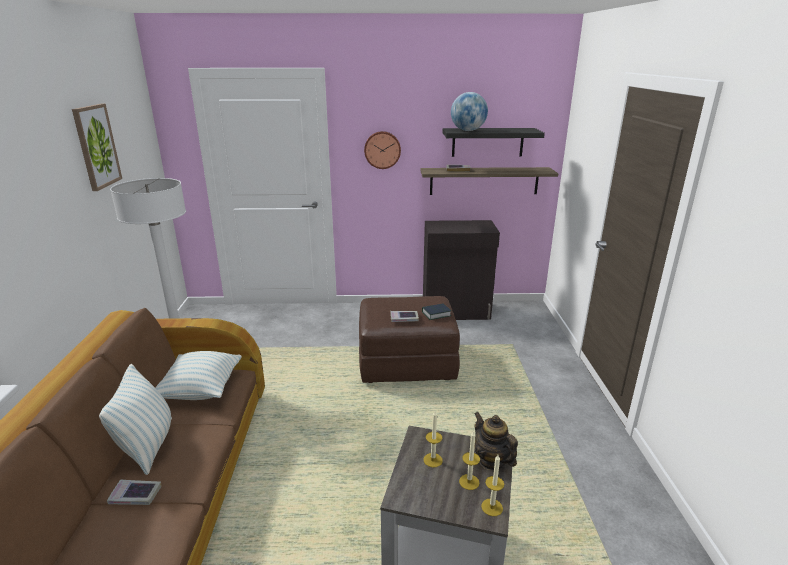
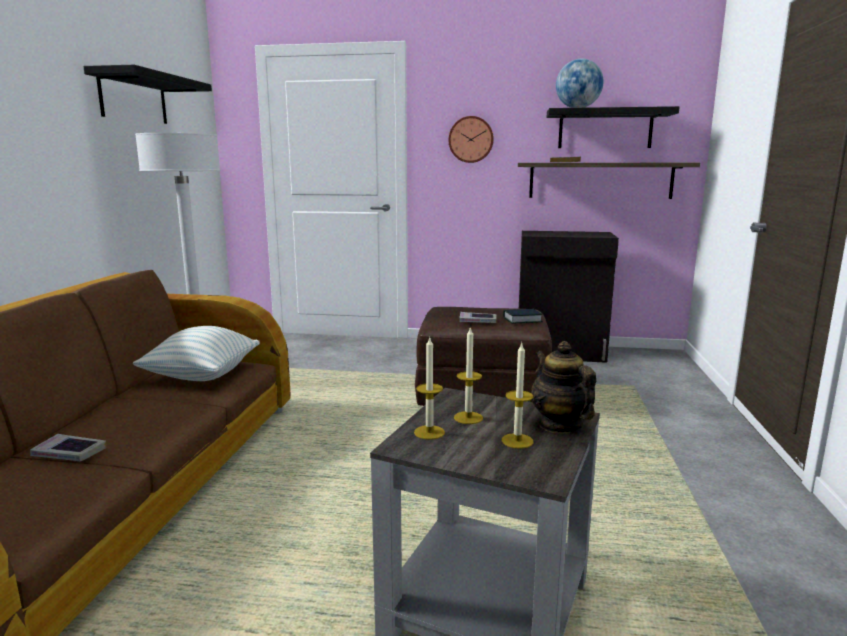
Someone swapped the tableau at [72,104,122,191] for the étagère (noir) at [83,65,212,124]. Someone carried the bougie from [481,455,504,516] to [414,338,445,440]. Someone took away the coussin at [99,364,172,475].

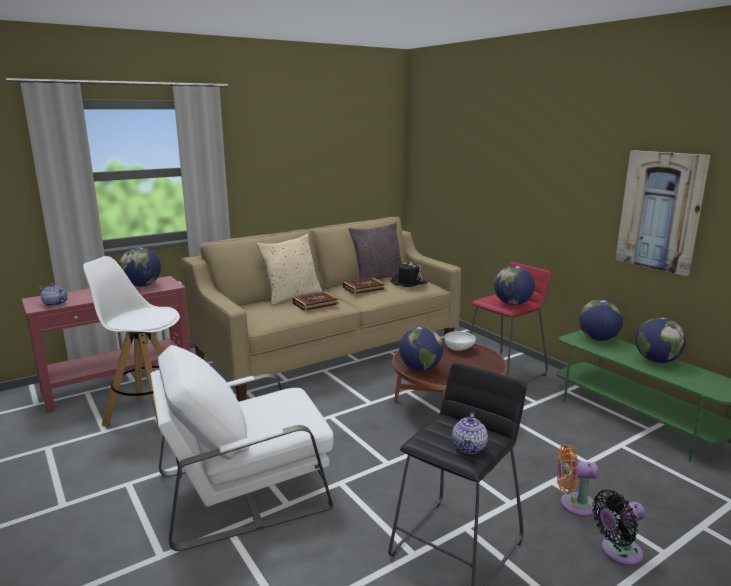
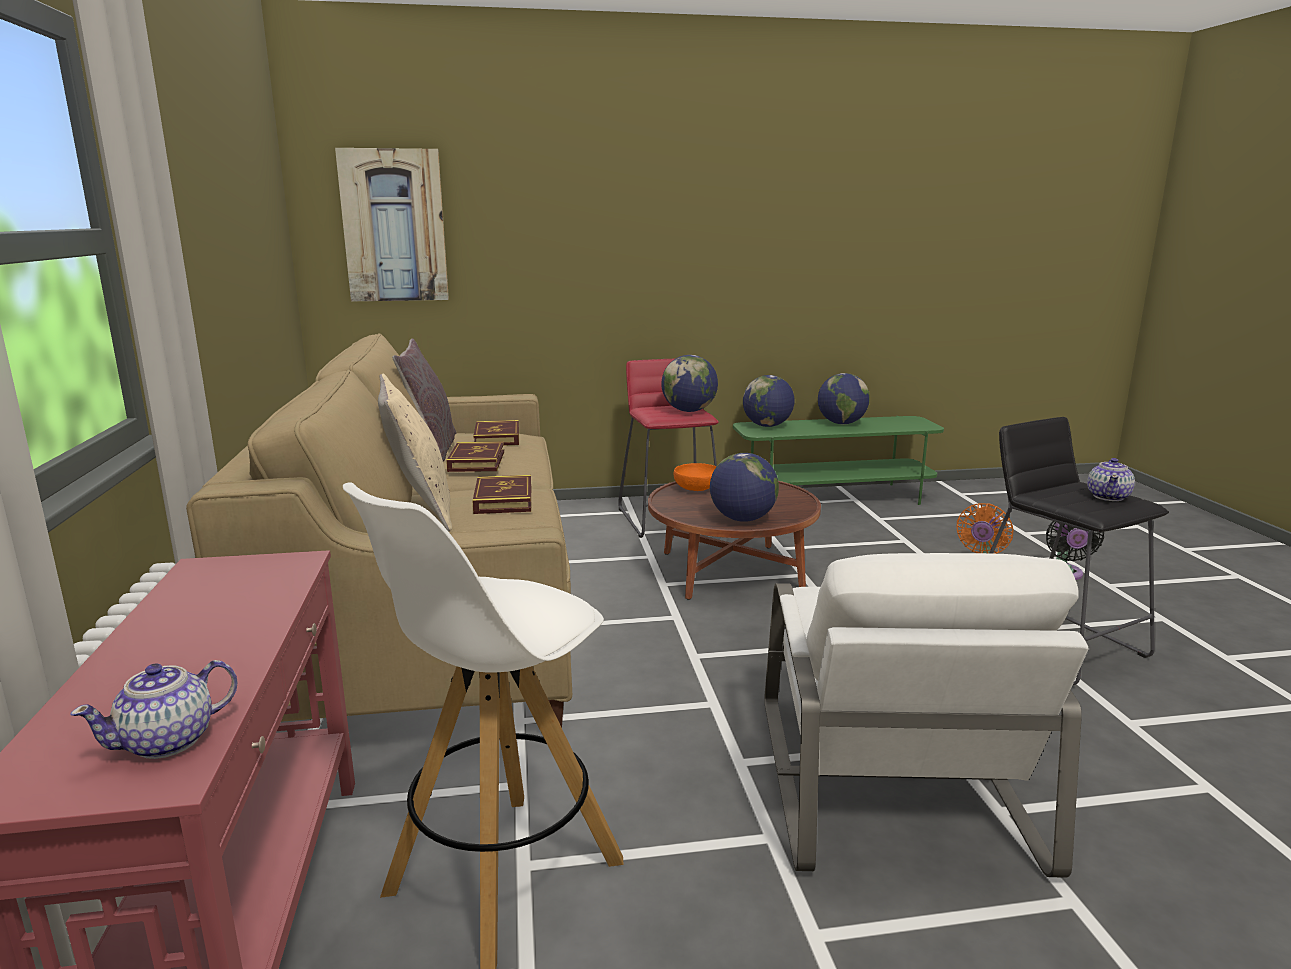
Someone carried the tableau from [615,150,710,276] to [335,148,449,301]. Someone swapped the chapeau (noir) at [390,261,428,287] for the livre at [473,420,519,446]. Someone repainted the bol (blanc) at [444,331,476,351], which became the bol (orange) at [673,463,717,491]. Someone rotated the théière at [452,413,488,454] by 75 degrees clockwise. Someone took away the globe at [119,247,161,287].

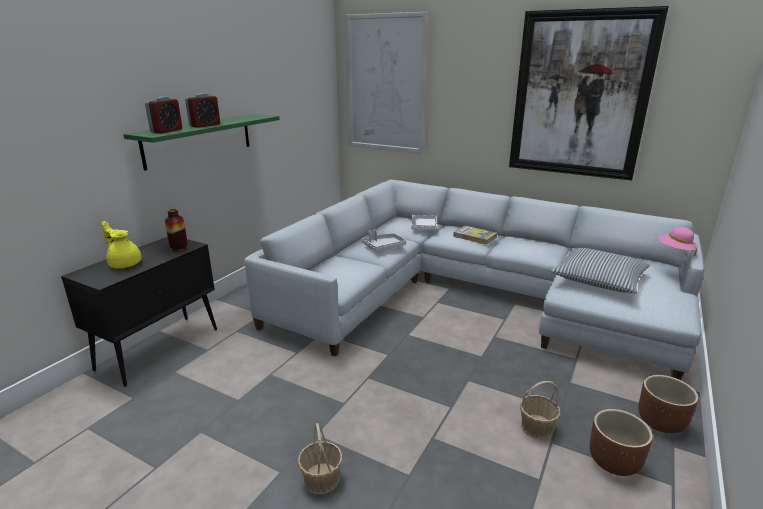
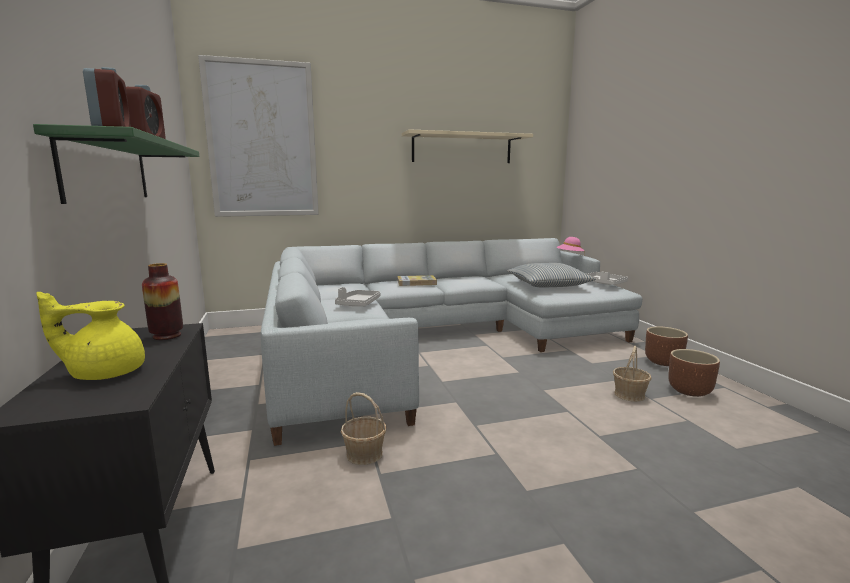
Someone carried the panier from [298,423,343,494] to [341,392,387,465]. Someone swapped the tableau at [509,6,669,181] for the étagère (beige) at [402,129,533,163]. Someone carried the plateau (blanc) from [411,215,437,230] to [587,271,628,285].

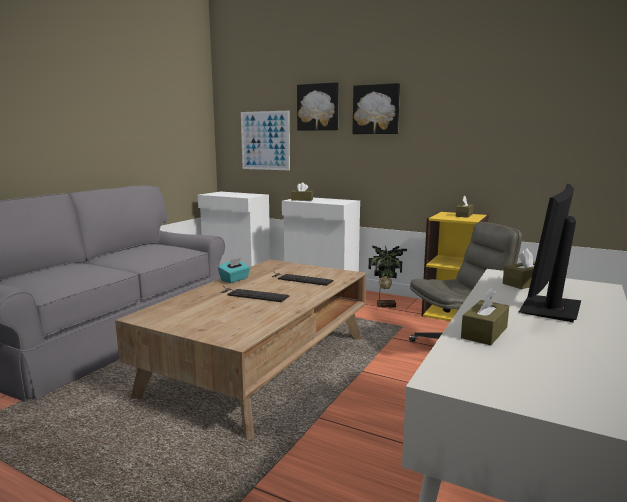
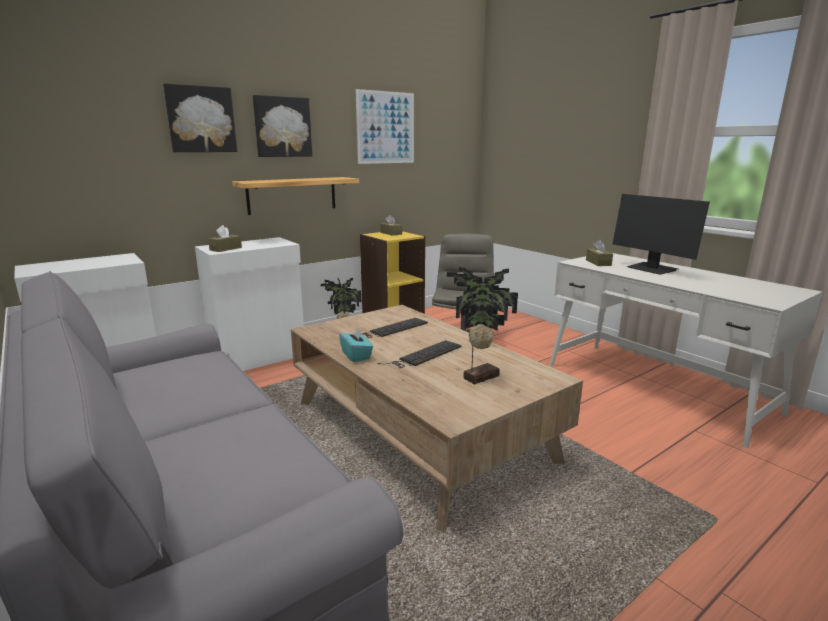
Someone put up the étagère at [232,177,359,215]. Someone carried the tableau from [241,111,290,171] to [355,89,414,164]. Someone put down the plante en pot at [447,267,518,384]. Someone took away the boîte à mouchoirs (marron) at [461,288,509,345].

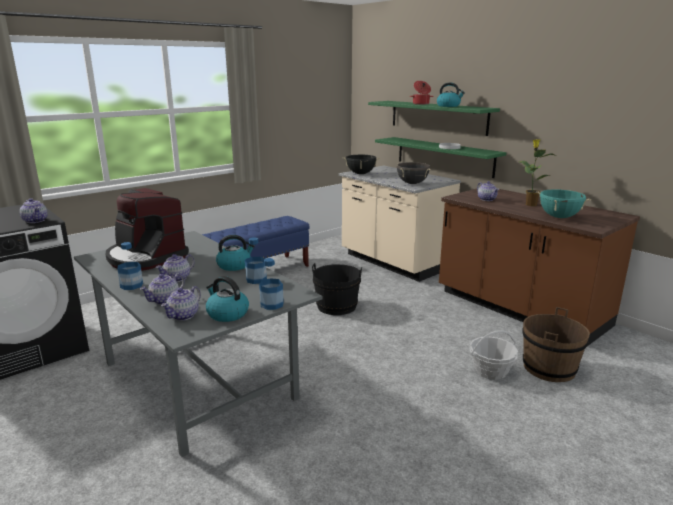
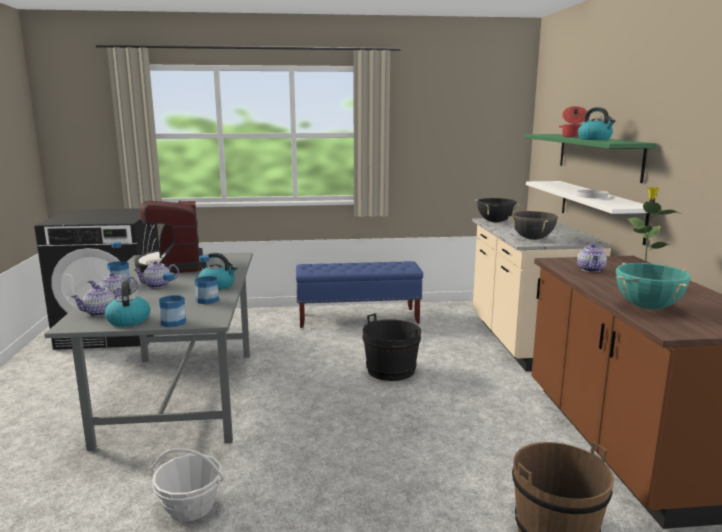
Someone carried the panier from [469,330,518,380] to [151,448,224,521]. Someone repainted the étagère (vert) at [375,137,506,178], which became the étagère (blanc) at [526,181,650,245]. Someone took away the théière at [20,198,48,223].

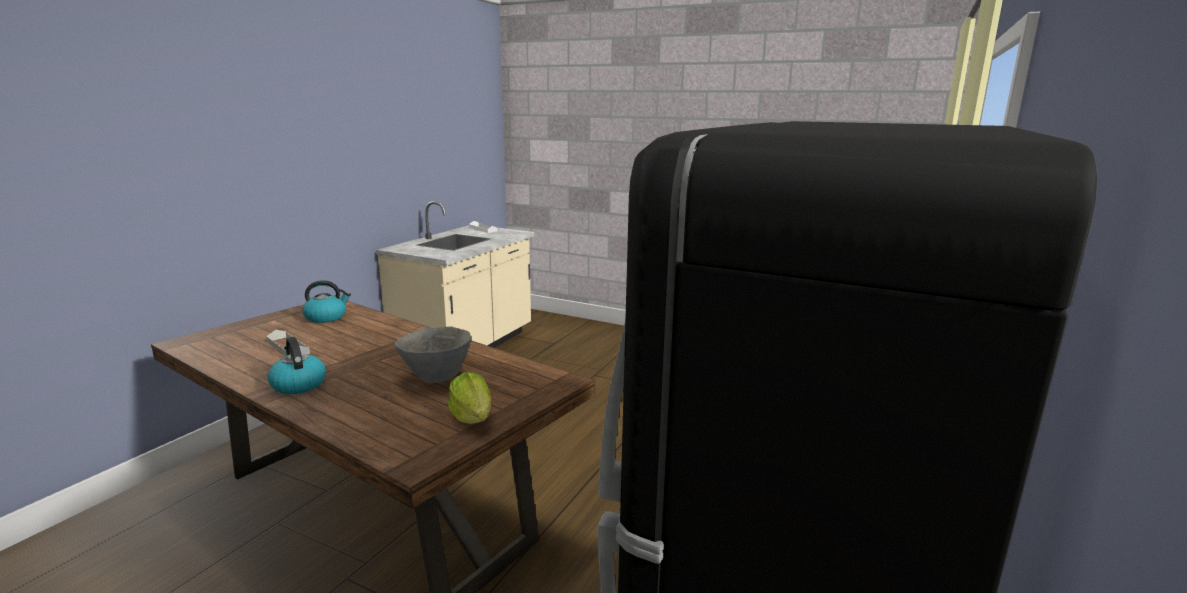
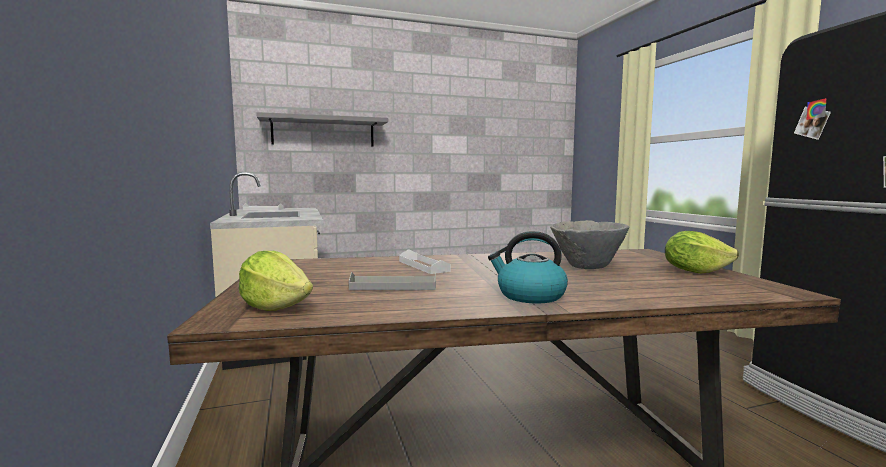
Someone put down the laitue at [239,251,313,311]. Someone put up the étagère (gris) at [256,112,388,147]. Someone put down the plateau (blanc) at [399,249,451,274]. Someone took away the bouilloire at [302,280,351,323].

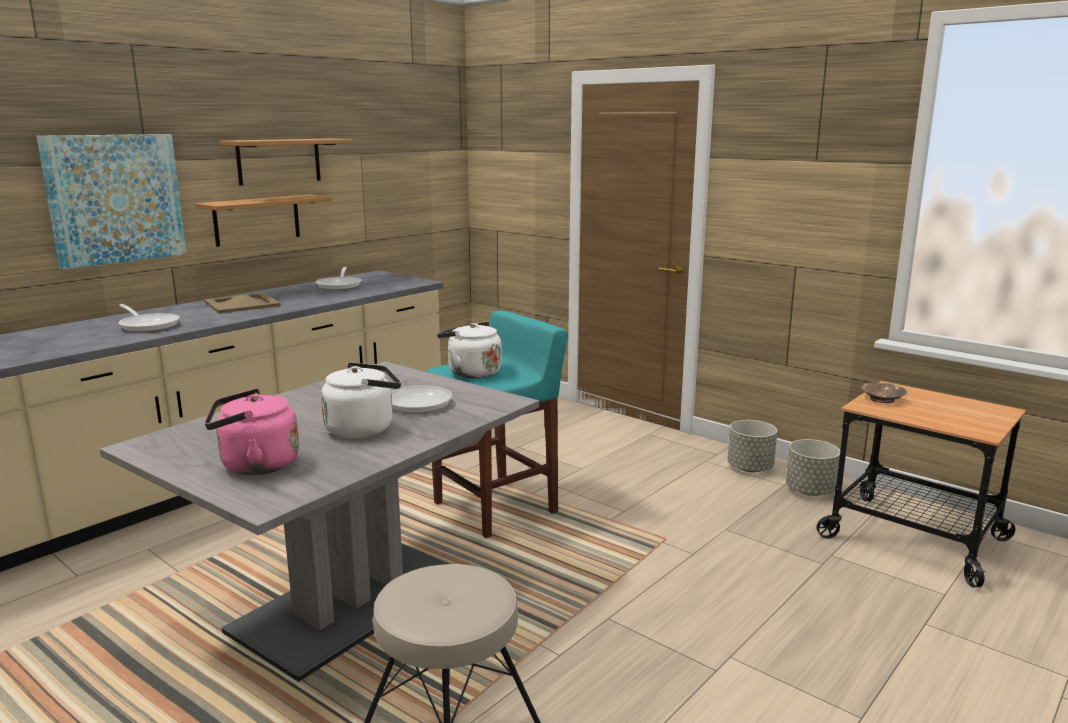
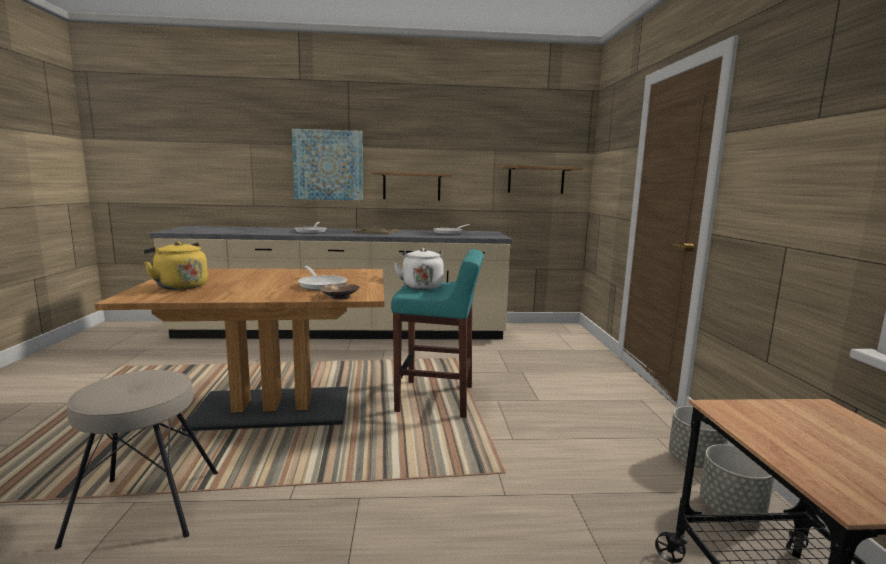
Someone repainted the table à manger (gris) at [100,361,539,682], which became the table à manger (marron) at [95,269,384,431]. Someone repainted the bouilloire (rose) at [204,389,299,475], which became the bouilloire (jaune) at [144,241,208,290]. Someone carried the bol (marron) from [860,383,907,403] to [320,283,360,299]. Someone carried the étagère from [219,139,353,186] to [499,165,582,194]. Someone took away the bouilloire (blanc) at [321,362,401,439].

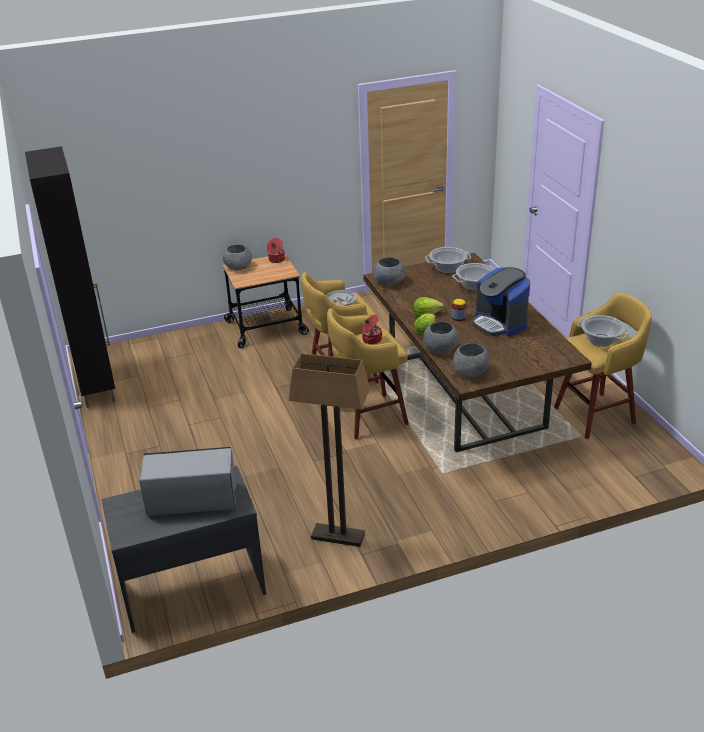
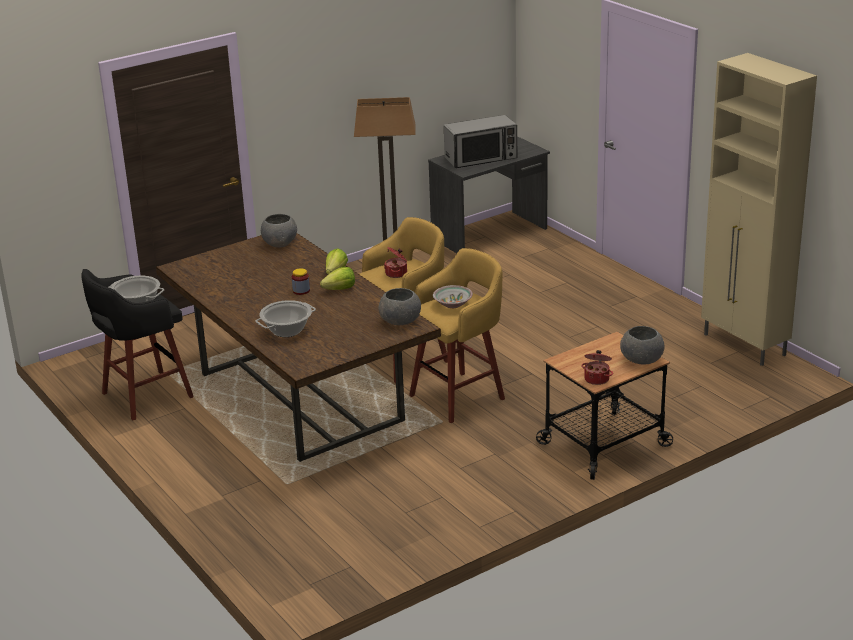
Someone repainted the tabouret (jaune) at [554,292,652,439], which became the tabouret (noir) at [82,269,193,420]. Someone repainted the meuble de rangement (noir) at [25,146,115,408], which became the meuble de rangement (beige) at [701,53,817,366]. Someone took away the bol (gris) at [423,322,459,354]. Someone took away the marmite at [425,247,471,273]. Someone took away the machine à café at [472,267,530,337].

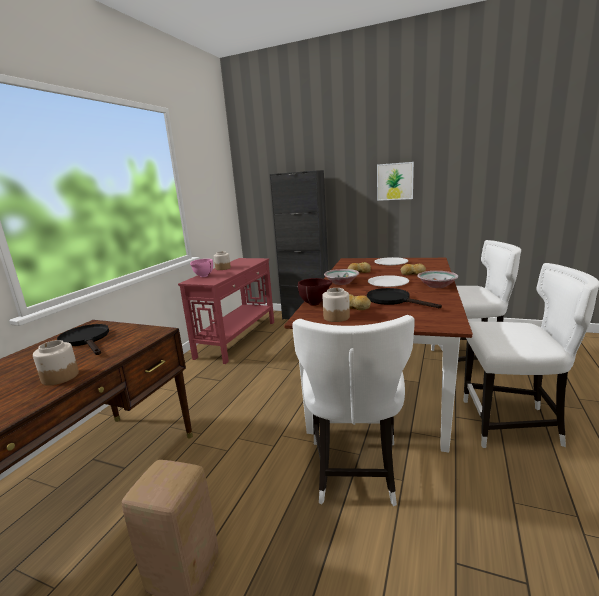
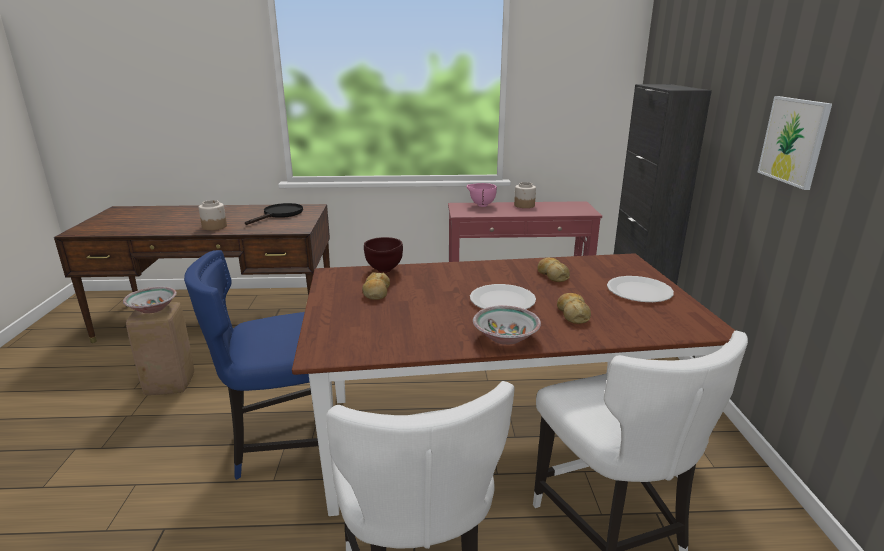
Someone carried the bol from [324,269,359,285] to [123,287,177,314]. Someone repainted the chaise (blanc) at [292,315,415,506], which became the chaise (bleu) at [184,250,318,480]. Someone took away the bocal at [322,288,350,322]. Someone took away the poêle (noir) at [367,288,442,308].

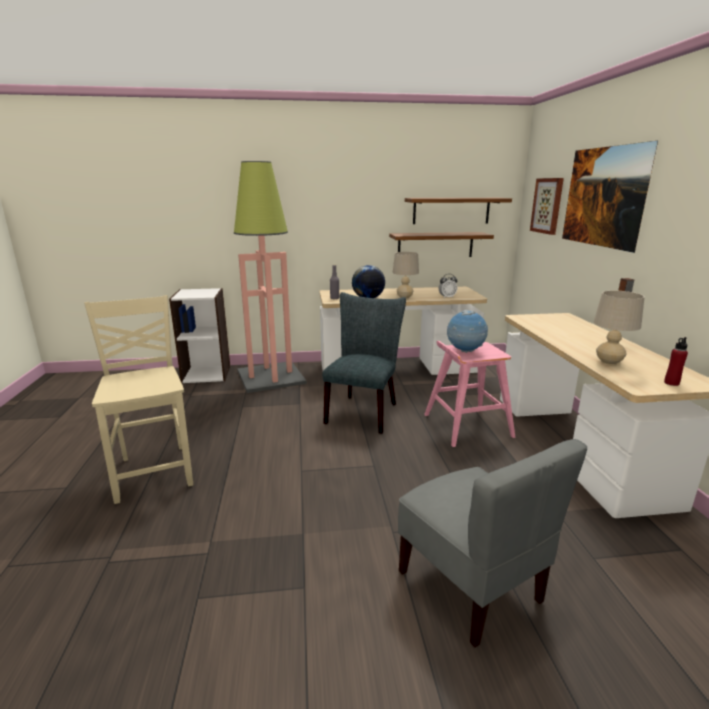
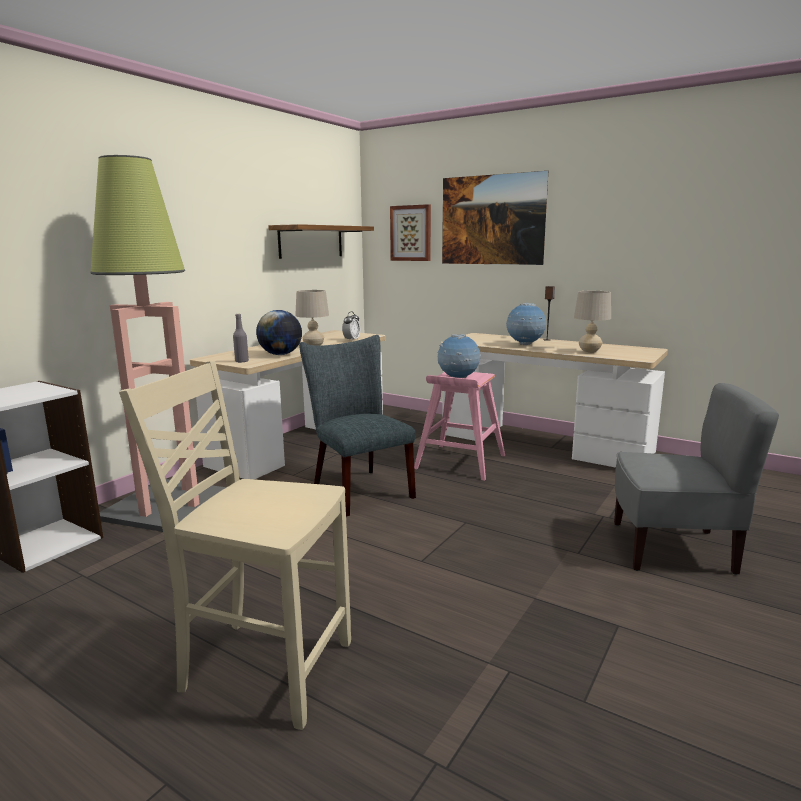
Someone put down the globe at [506,303,546,345]. Someone took away the étagère at [389,232,494,257]. Someone took away the bouteille (rouge) at [664,337,688,386].

